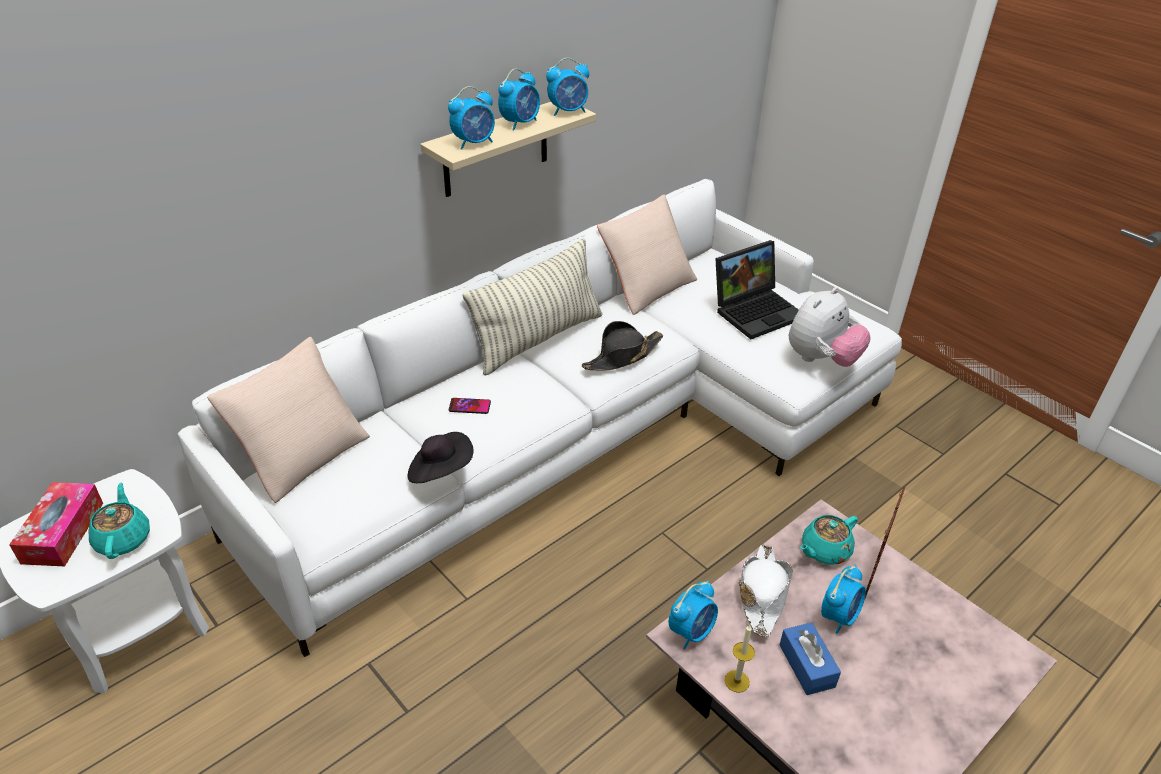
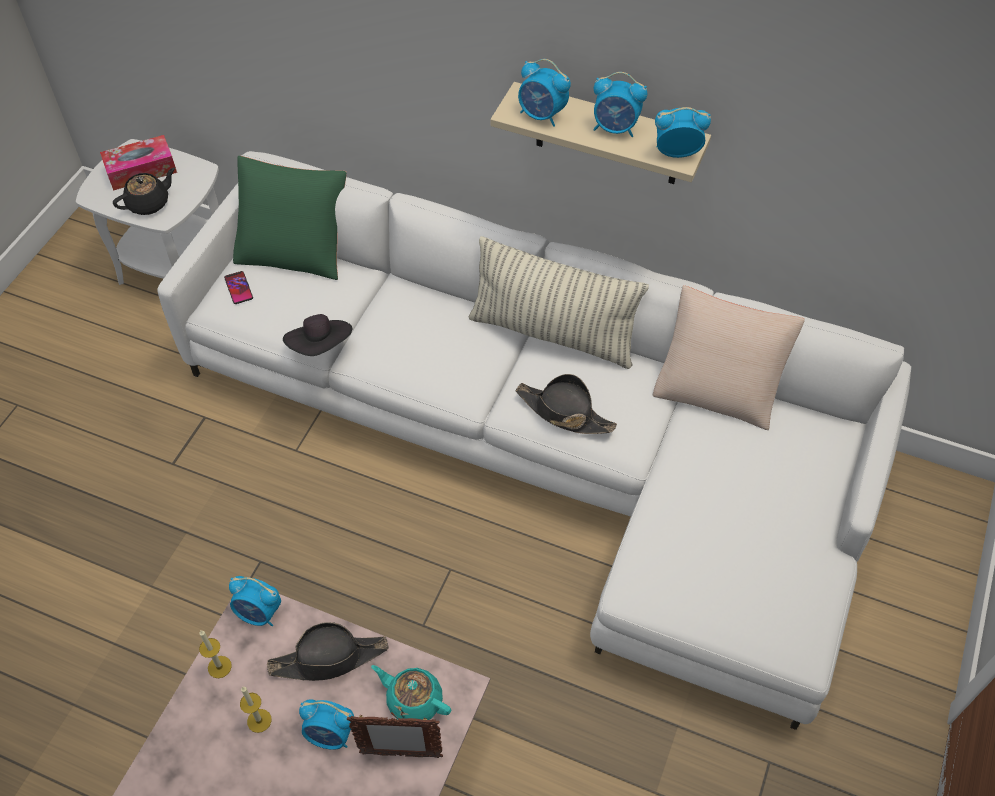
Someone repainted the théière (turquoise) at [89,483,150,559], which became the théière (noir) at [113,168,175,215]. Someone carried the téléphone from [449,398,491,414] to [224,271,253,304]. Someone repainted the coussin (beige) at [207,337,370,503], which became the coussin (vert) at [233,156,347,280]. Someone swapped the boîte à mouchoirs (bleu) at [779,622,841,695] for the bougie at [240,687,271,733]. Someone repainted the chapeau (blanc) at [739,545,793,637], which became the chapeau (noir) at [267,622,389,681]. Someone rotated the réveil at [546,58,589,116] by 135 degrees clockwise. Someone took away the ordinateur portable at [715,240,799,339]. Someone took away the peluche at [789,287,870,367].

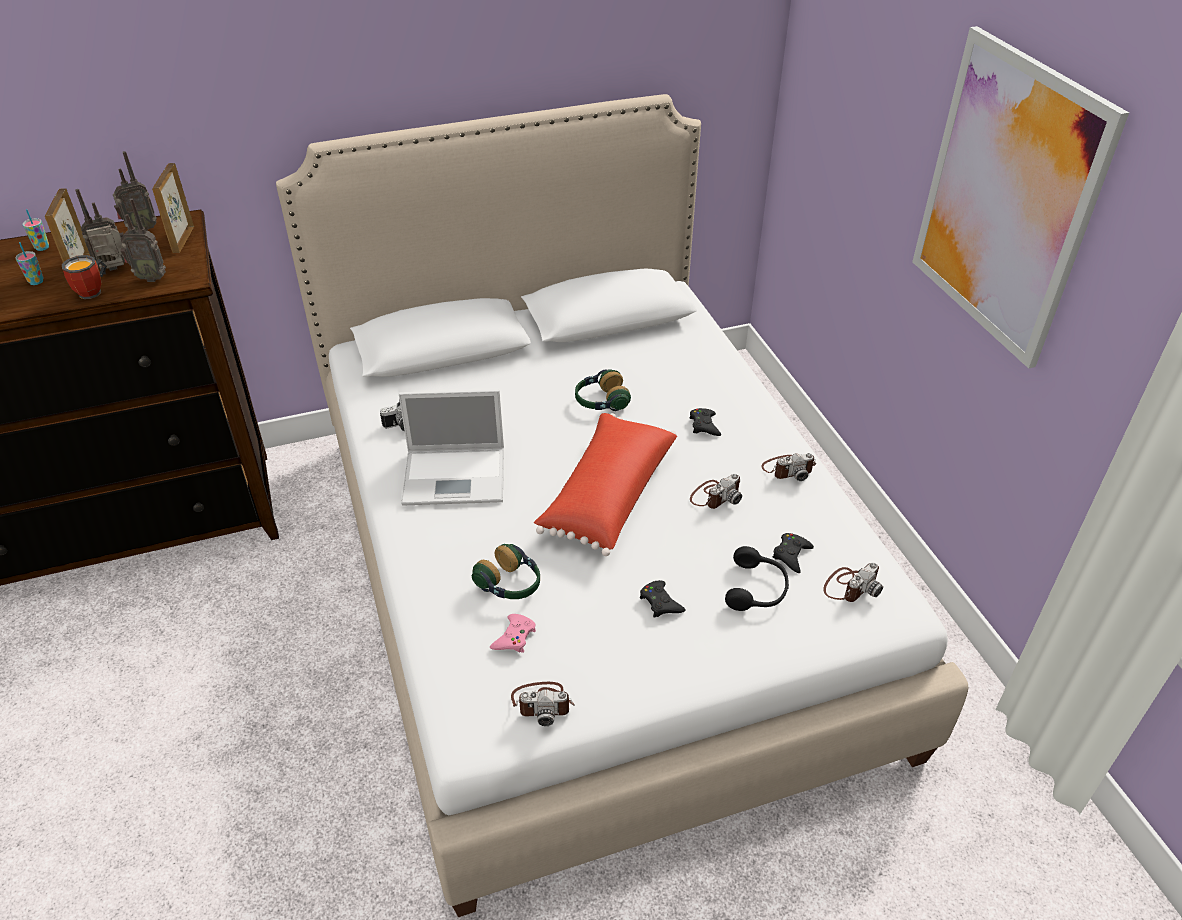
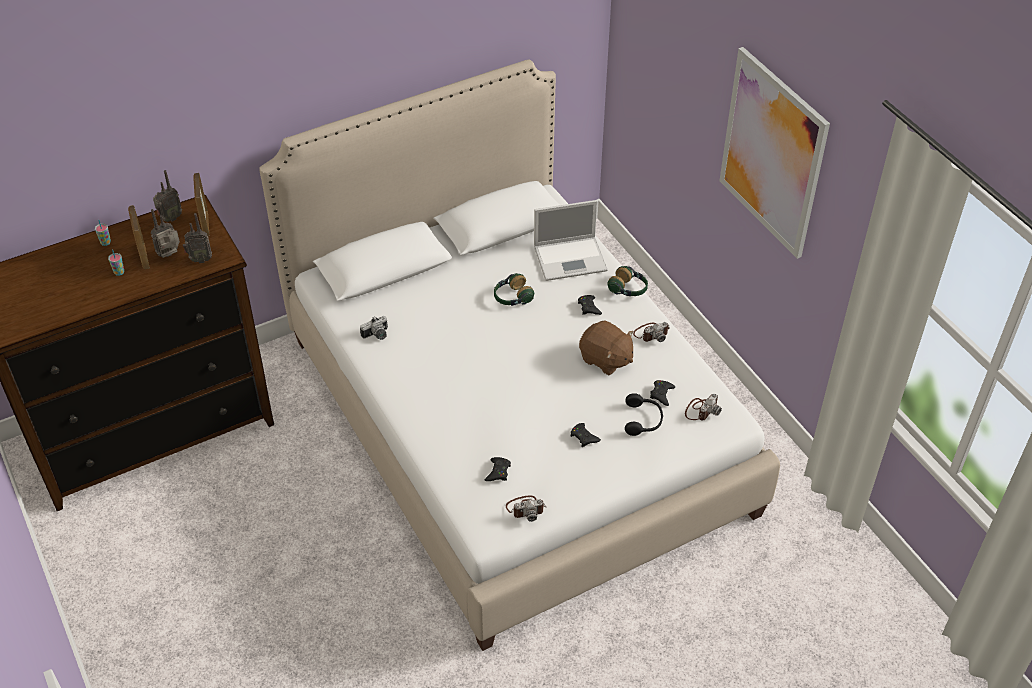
Someone repainted the manette (rose) at [490,614,536,653], which became the manette (noir) at [485,457,511,481]. Someone carried the ordinateur portable from [399,389,504,505] to [534,200,608,281]. Someone swapped the appareil photo at [690,474,742,509] for the peluche (marron) at [579,321,633,375]. Someone carried the casque audio from [472,544,540,599] to [607,266,648,296]. Someone took away the mug at [62,255,107,299]. Someone took away the coussin (rouge) at [534,413,677,556].

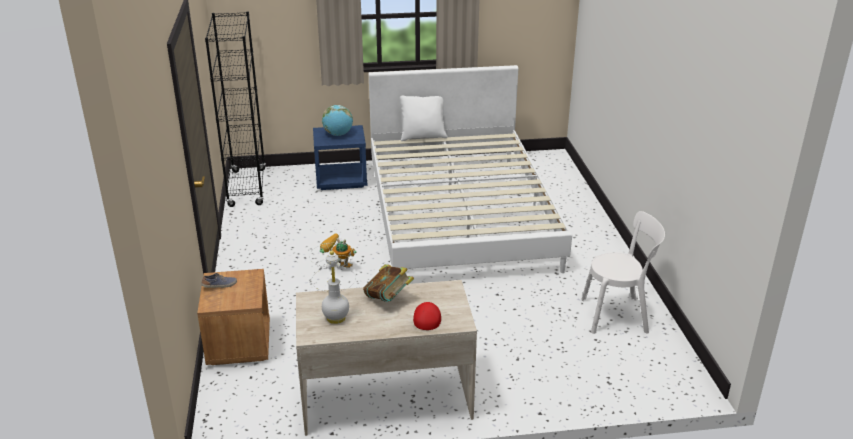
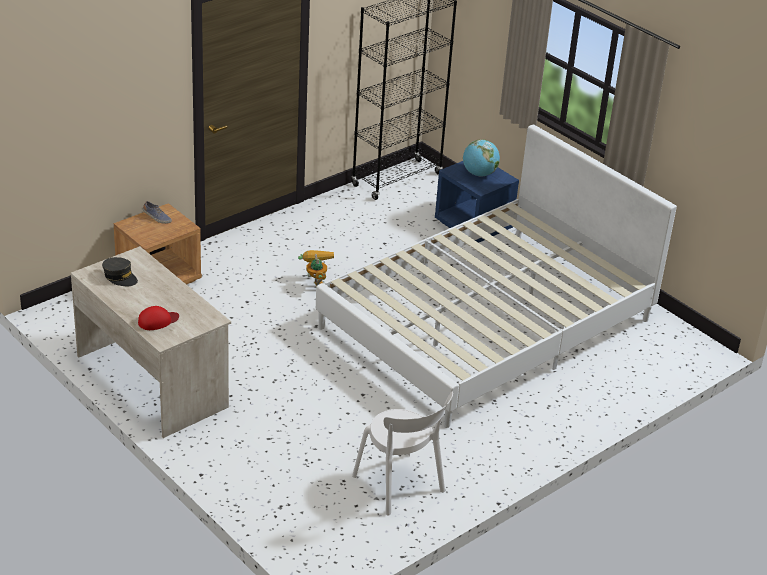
Someone swapped the lampe de table (blanc) at [309,243,356,324] for the casquette (gris) at [102,257,138,286]. Someone took away the livre at [363,264,414,302]. Someone took away the coussin (blanc) at [400,96,448,141].

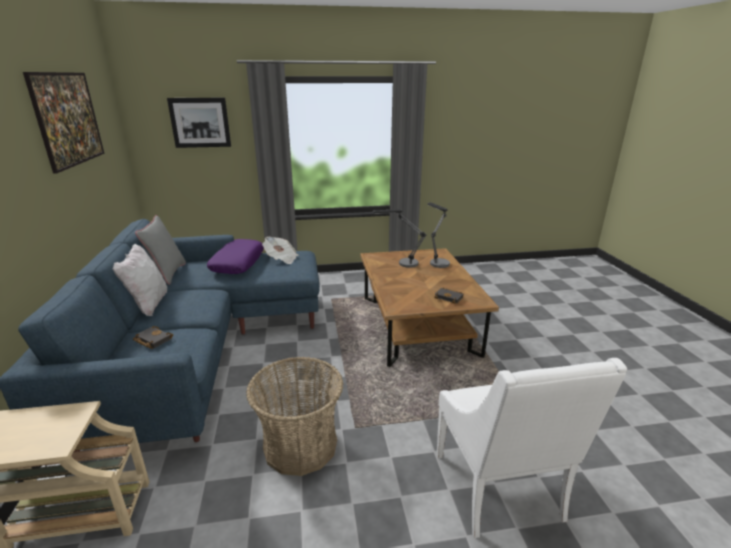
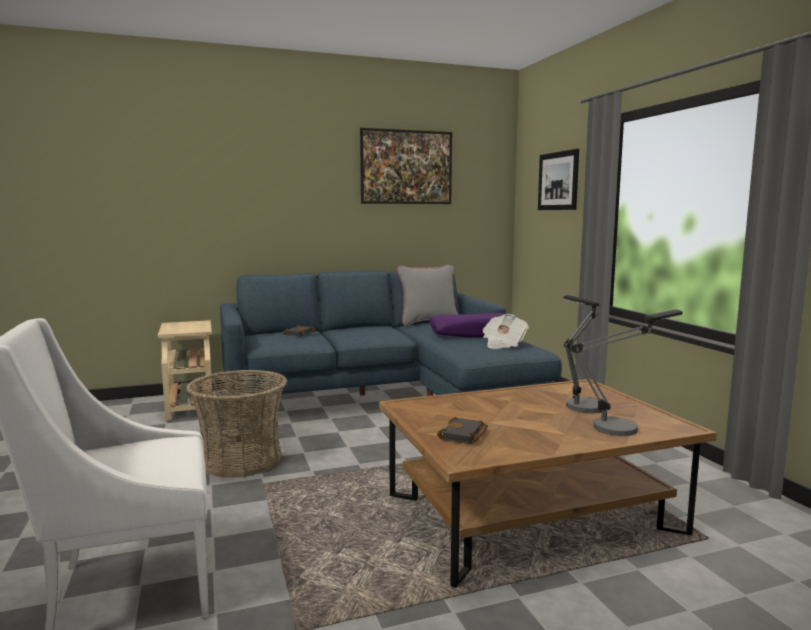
Someone took away the coussin (blanc) at [113,244,167,316].

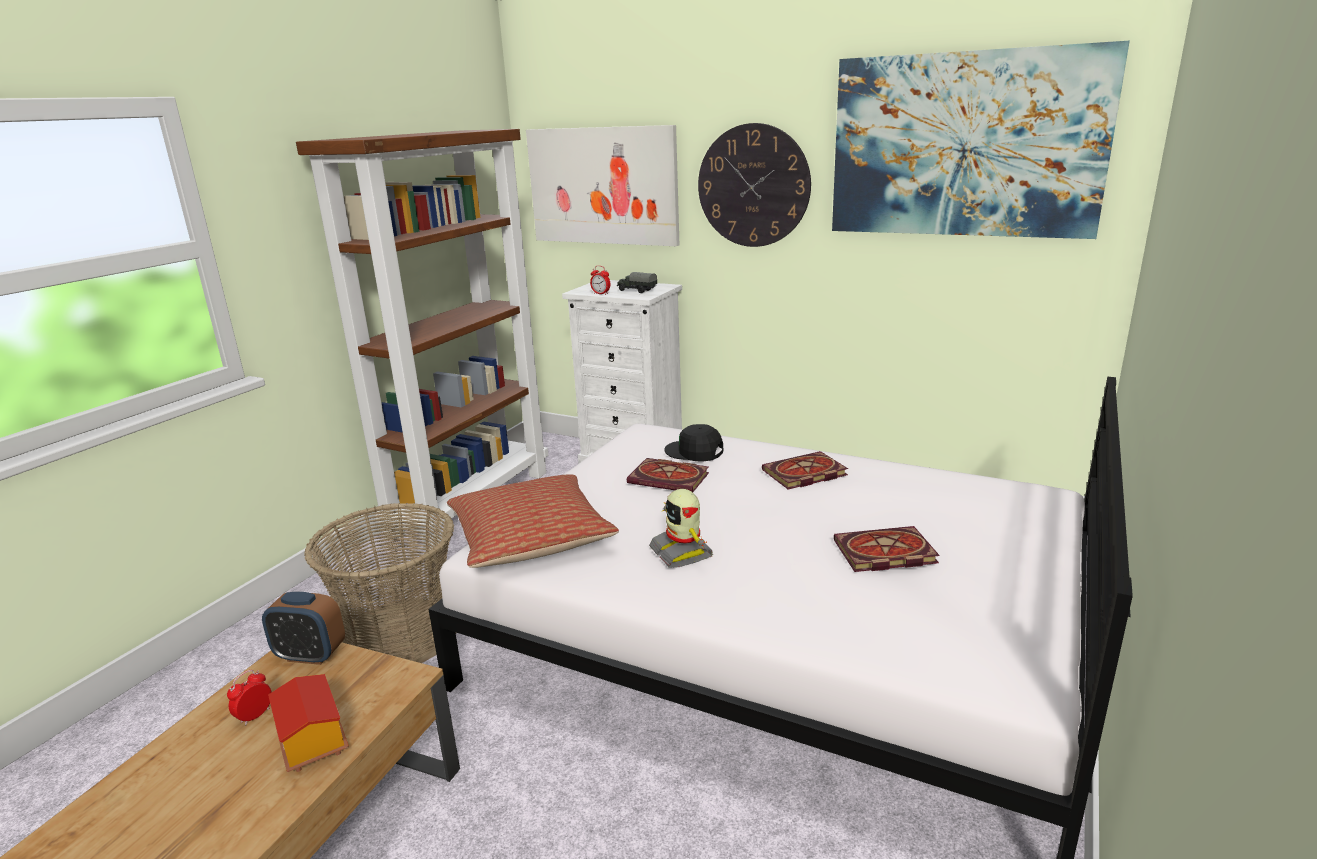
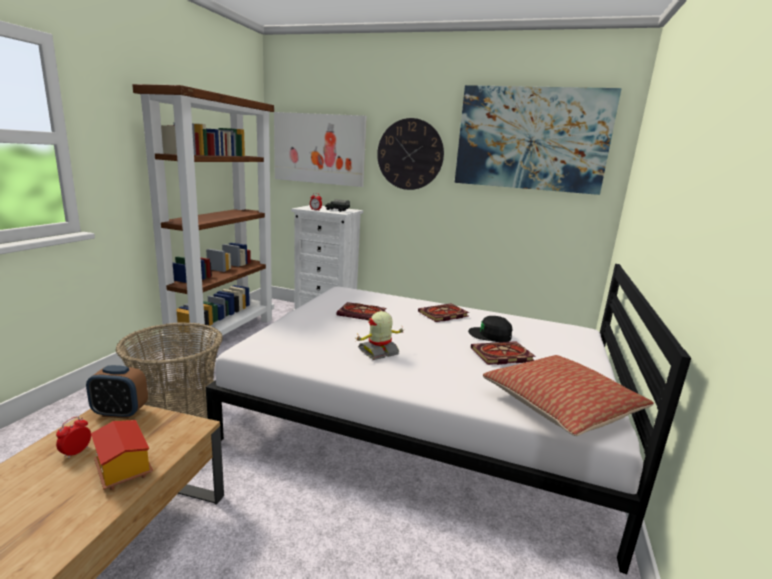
Someone rotated the robot jouet at [649,489,713,568] by 90 degrees clockwise. Someone carried the casquette (noir) from [664,424,724,461] to [468,316,513,342]. Someone carried the coussin from [447,474,619,568] to [483,355,654,436].

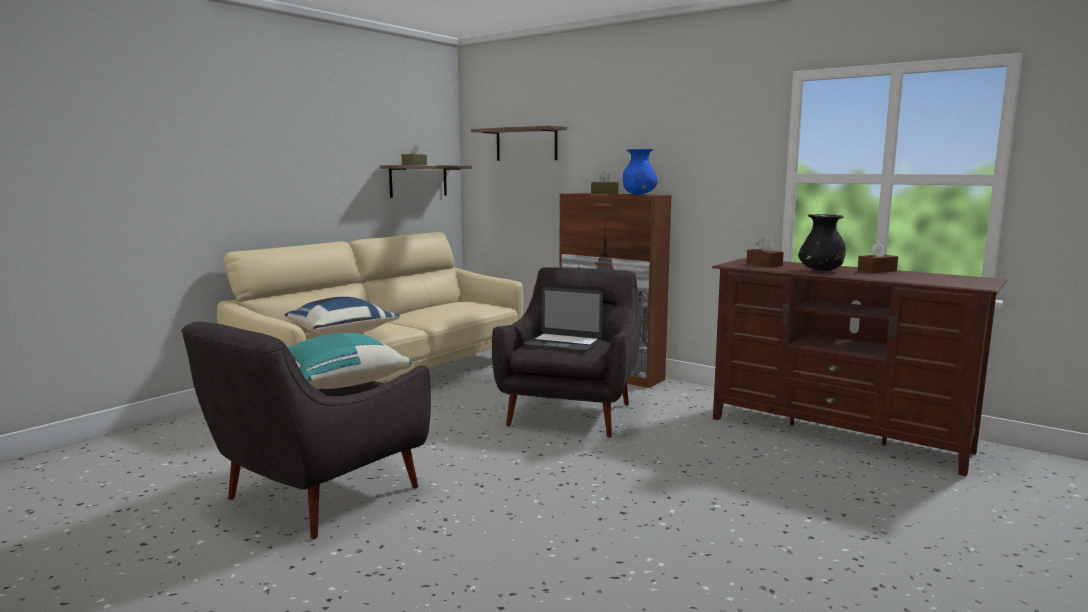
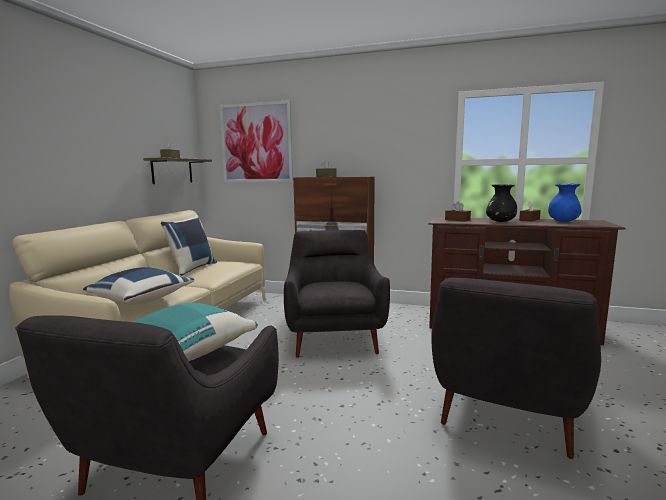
Someone put down the coussin (bleu) at [161,215,217,276]. Someone swapped the étagère at [471,125,567,161] for the tableau at [219,100,293,182]. Someone put down the fauteuil (gris) at [431,278,601,459]. Someone carried the vase (bleu) from [623,149,658,195] to [548,183,582,222]. Someone took away the ordinateur portable at [524,287,603,351].

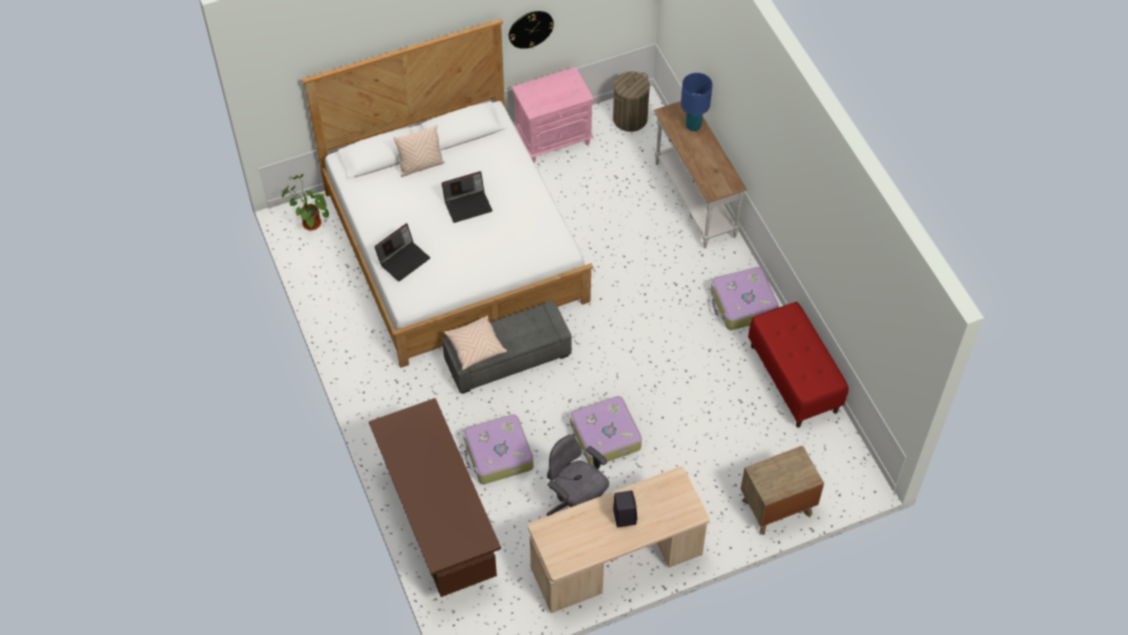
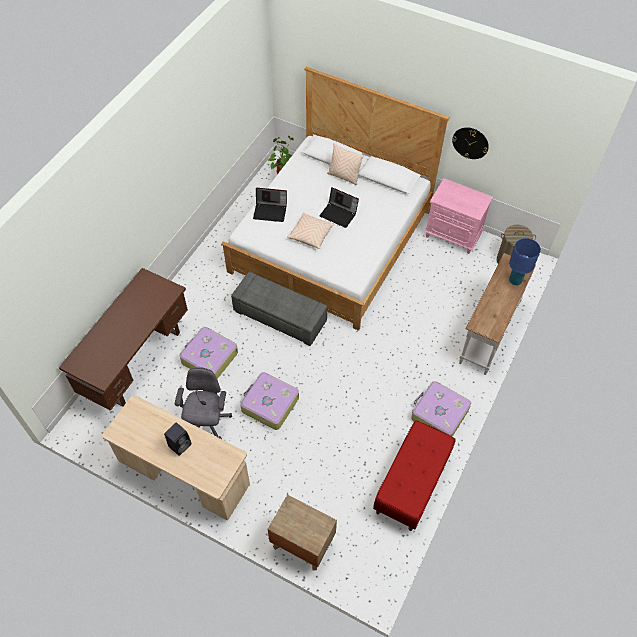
Someone carried the coussin (beige) from [444,315,507,370] to [287,212,334,249].

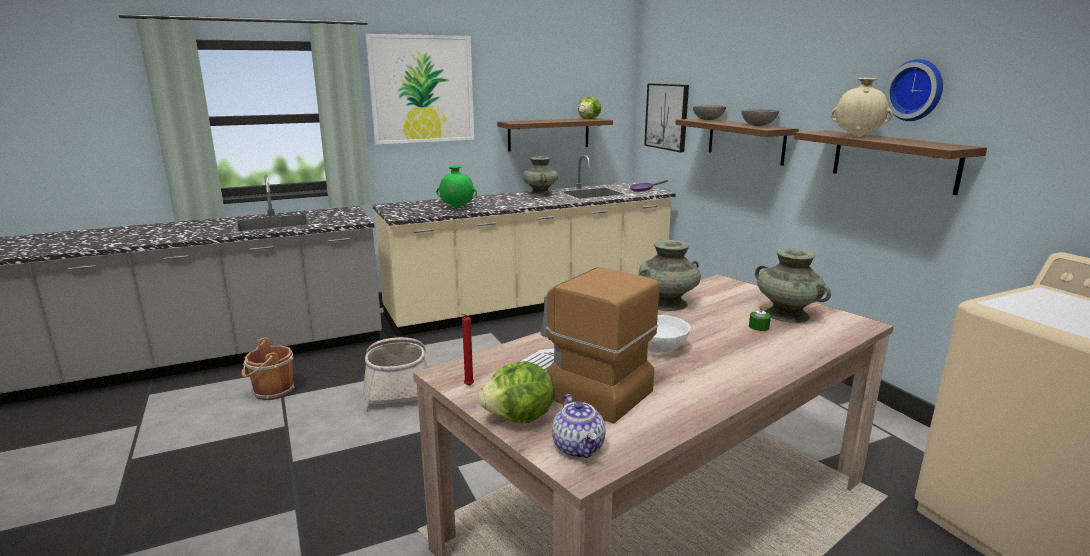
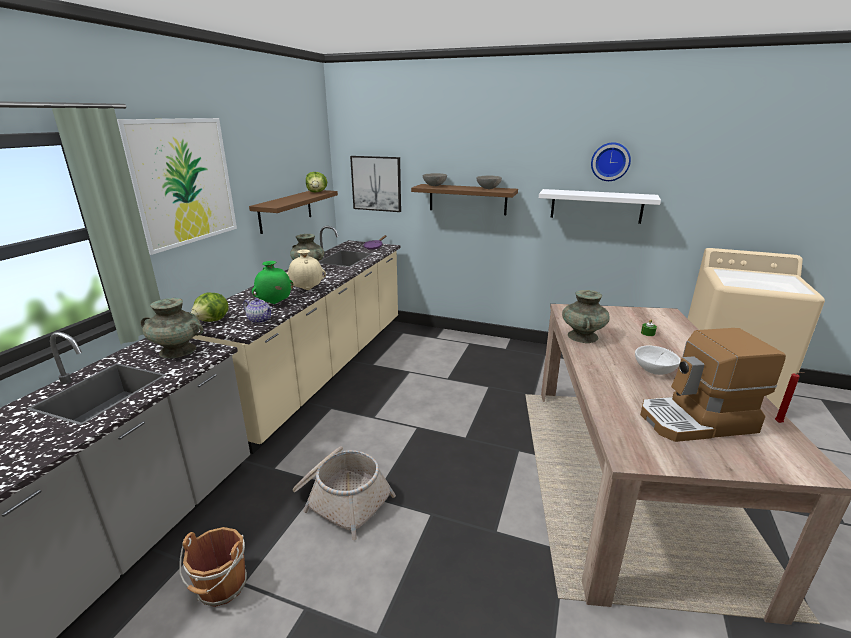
Someone carried the vase (turquoise) from [755,249,831,323] to [141,298,204,358]. Someone carried the laitue from [478,361,554,423] to [191,293,229,322]. Someone carried the théière from [552,394,606,458] to [243,298,272,324]. Someone carried the vase (beige) from [831,78,893,137] to [287,249,326,290]. Someone repainted the étagère (marron) at [794,130,987,195], which became the étagère (blanc) at [539,189,661,224]. Someone carried the bougie (rouge) from [461,313,474,386] to [775,372,805,423].

